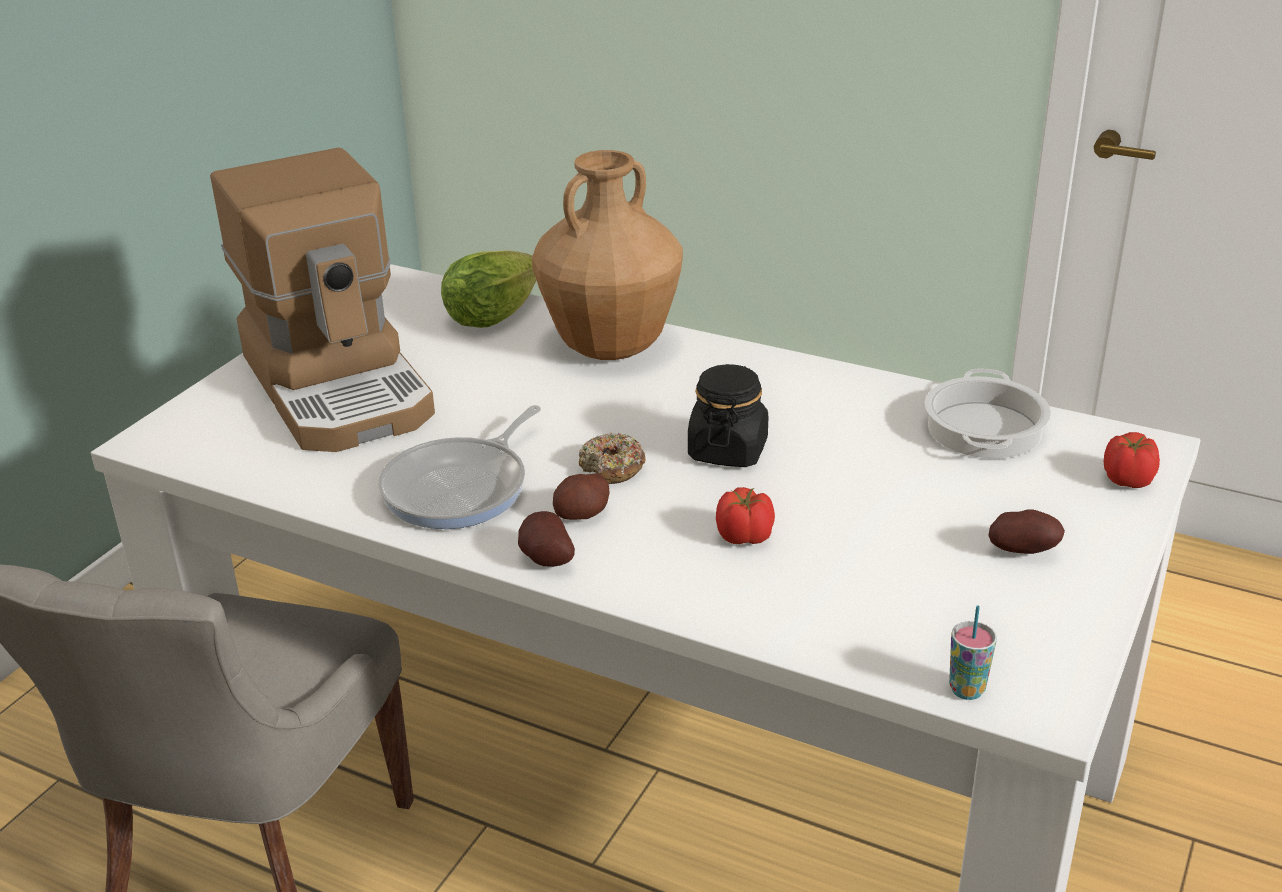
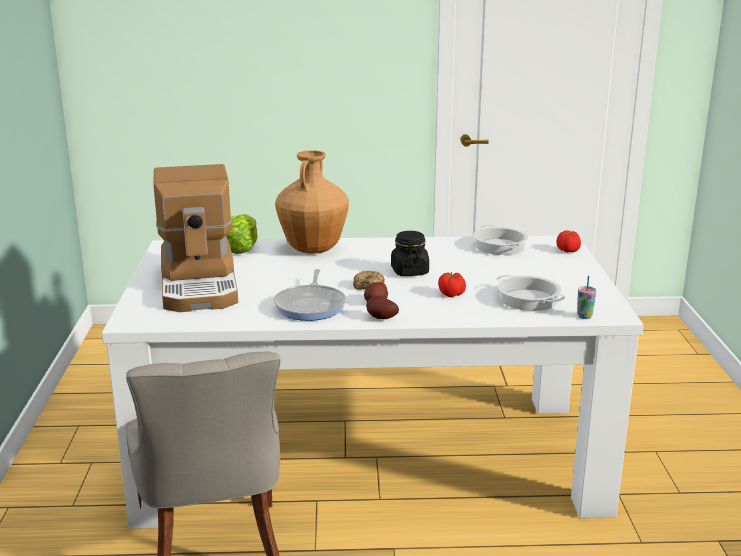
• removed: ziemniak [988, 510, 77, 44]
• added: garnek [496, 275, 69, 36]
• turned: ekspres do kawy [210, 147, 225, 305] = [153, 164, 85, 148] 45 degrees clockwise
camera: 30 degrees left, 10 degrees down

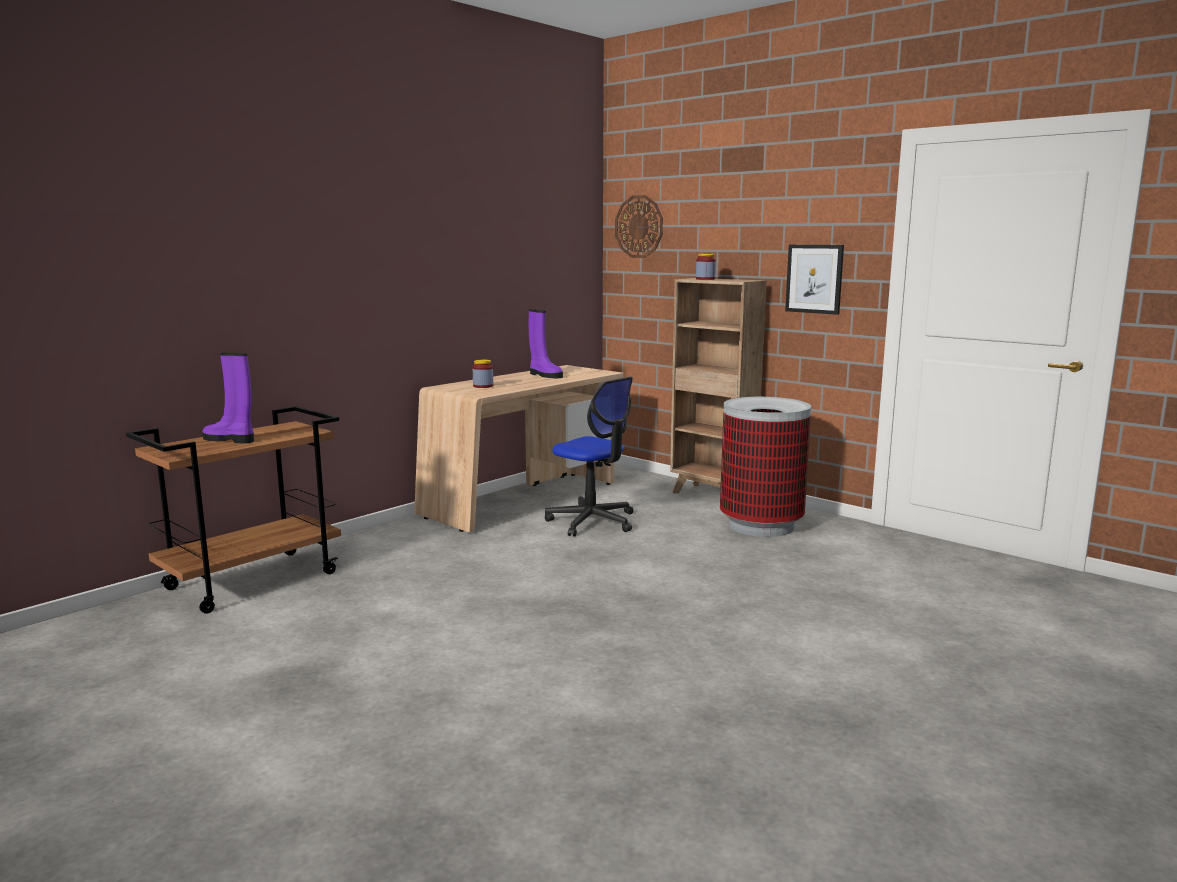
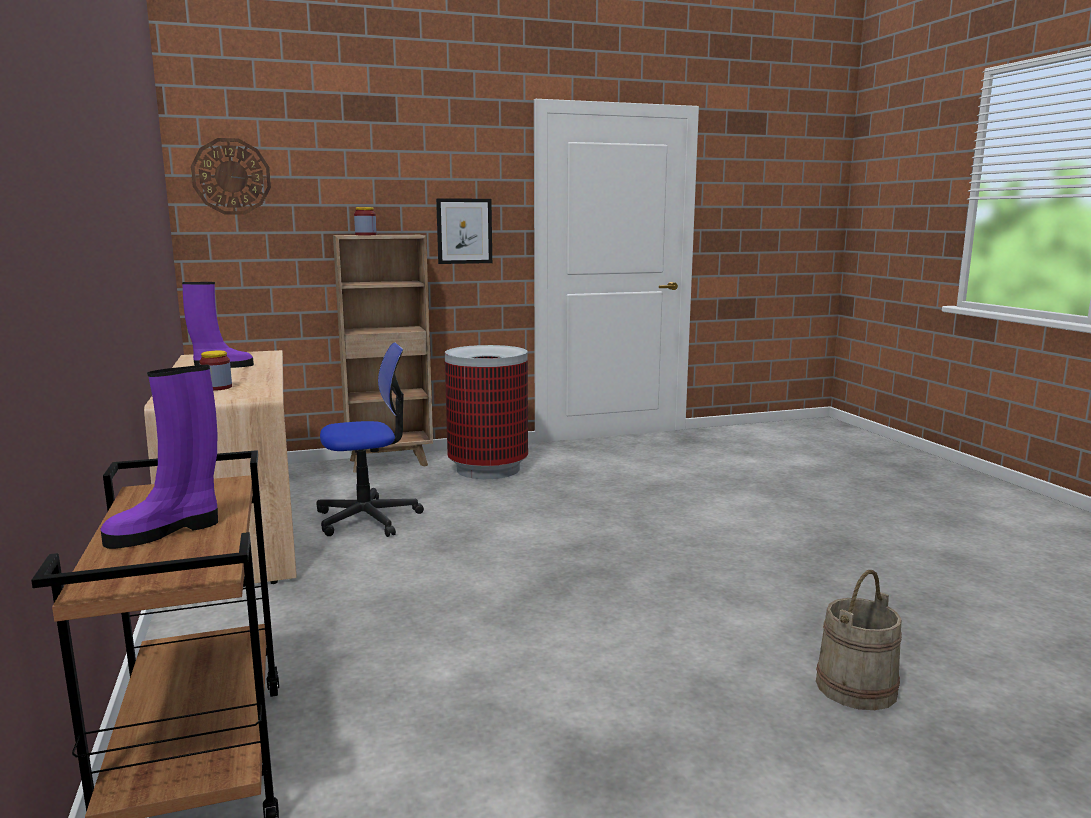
• added: wiadro (beżowy) [816, 570, 86, 140]
camera: 60 degrees left, 0 degrees up

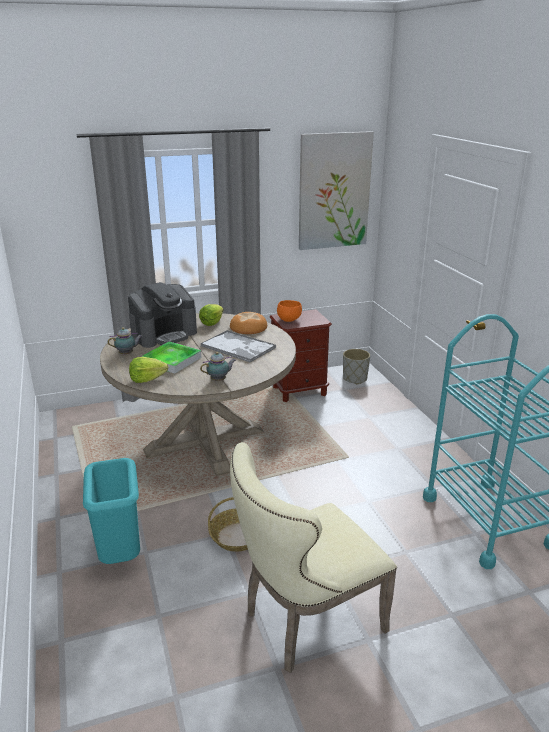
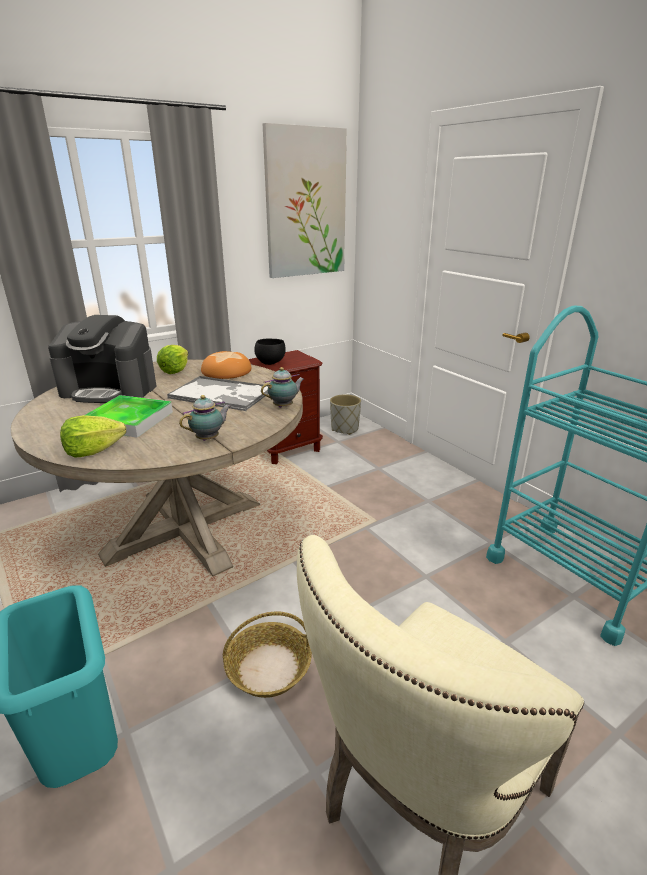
• moved: imbryk [108, 327, 34, 28] to [261, 367, 43, 41]
• recoloured: miska (pomarańczowy) [277, 300, 25, 22] to miska (czarny) [254, 339, 32, 26]
• turned: ekspres do kawy [128, 282, 69, 66] = [48, 315, 108, 88] 60 degrees clockwise
camera: 15 degrees left, 0 degrees up

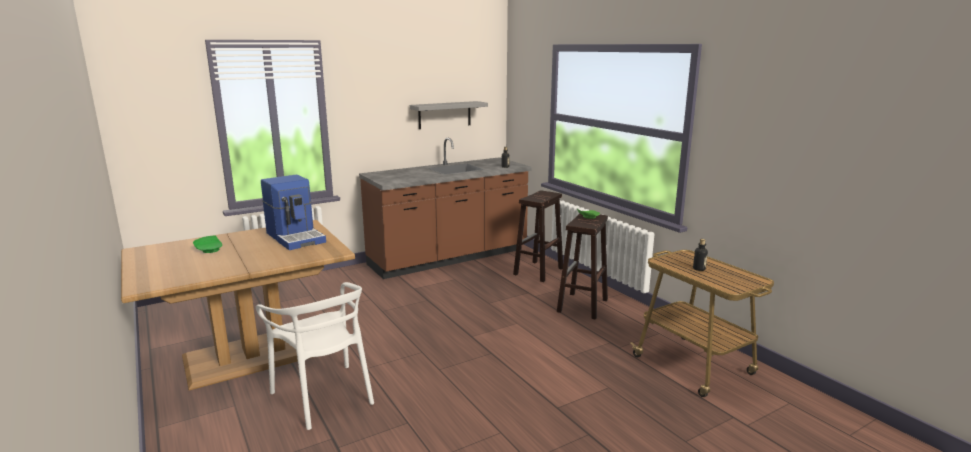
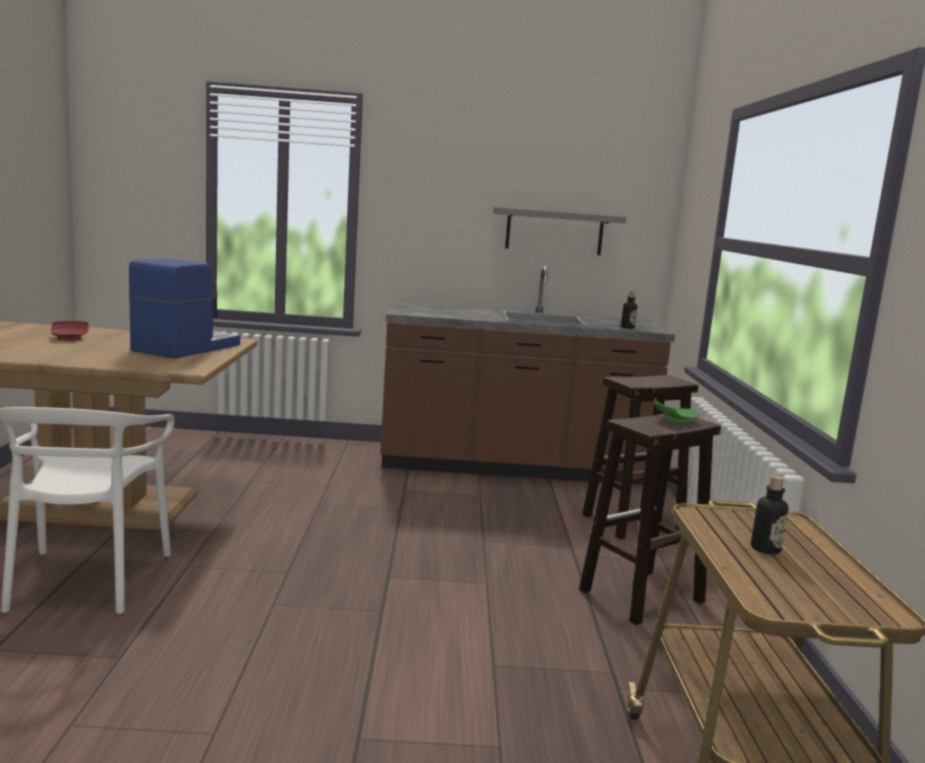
• recoloured: talerz (zielony) [193, 236, 29, 17] to talerz (czerwony) [51, 321, 38, 20]
• turned: ekspres do kawy [261, 175, 65, 75] = [129, 258, 111, 101] 150 degrees counterclockwise
camera: 30 degrees right, 5 degrees down

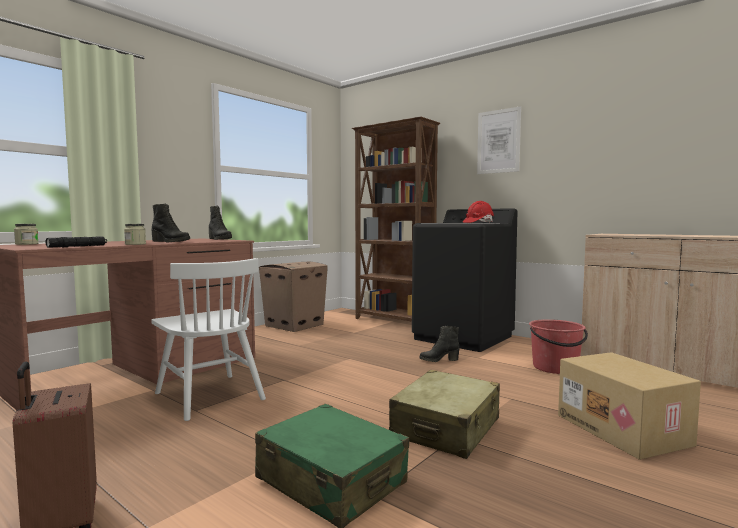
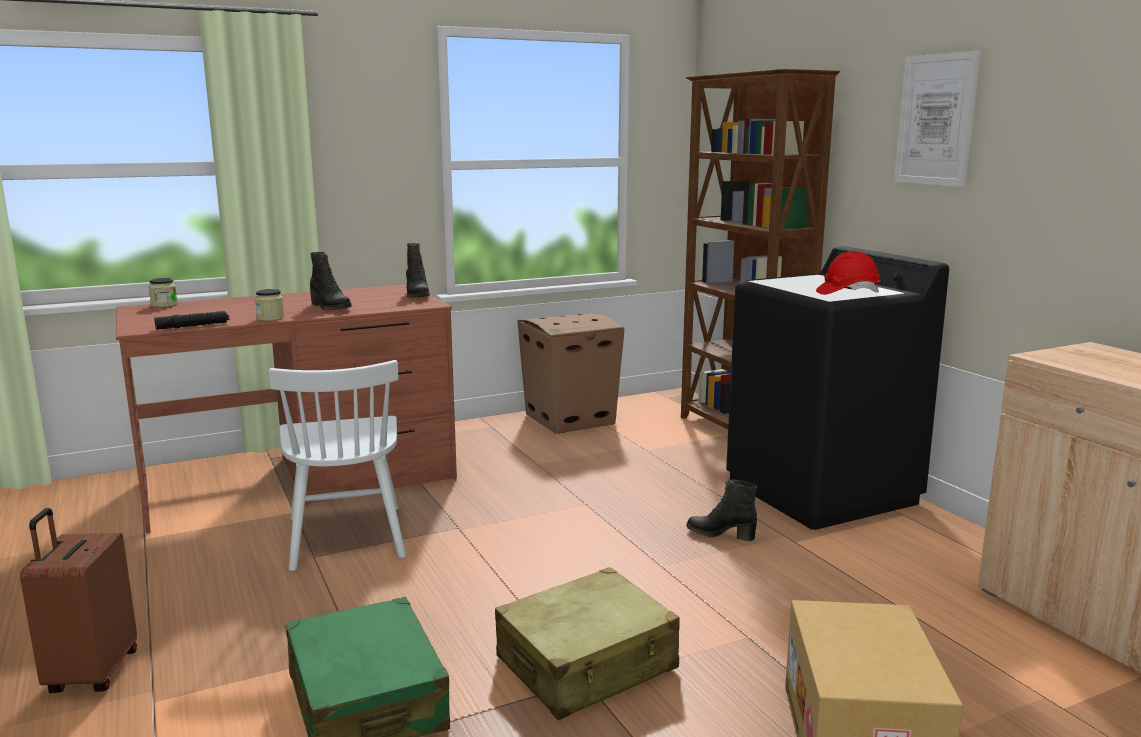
• removed: wiadro (czerwony) [529, 319, 59, 55]
camera: 25 degrees right, 10 degrees up

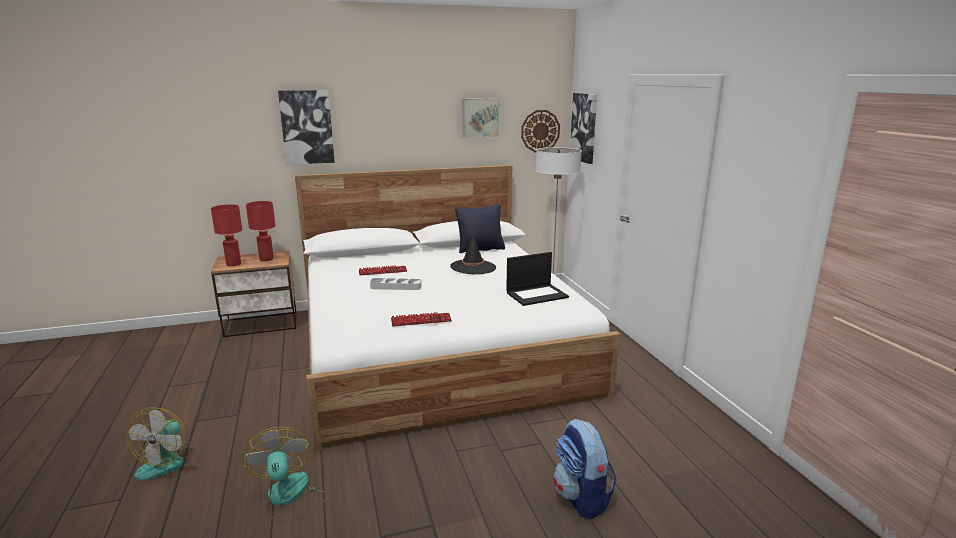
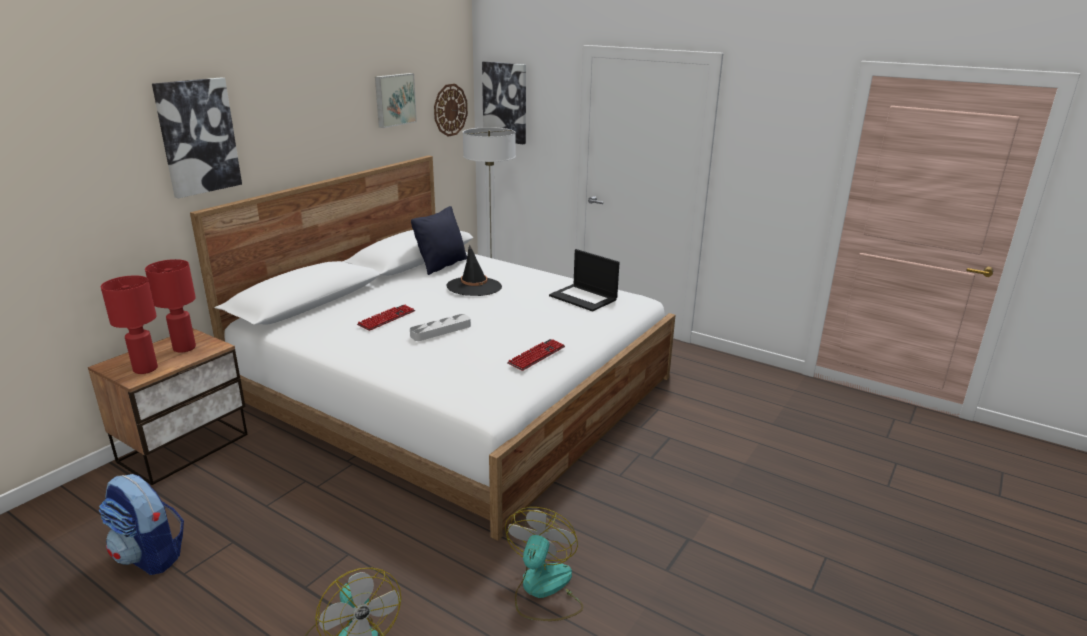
• moved: plecak [553, 419, 64, 100] to [99, 474, 85, 101]
• turned: wentylator [242, 427, 87, 95] = [505, 507, 78, 114] 75 degrees clockwise
• turned: laptop [506, 252, 63, 54] = [549, 249, 71, 63] 105 degrees clockwise
camera: 40 degrees left, 5 degrees up

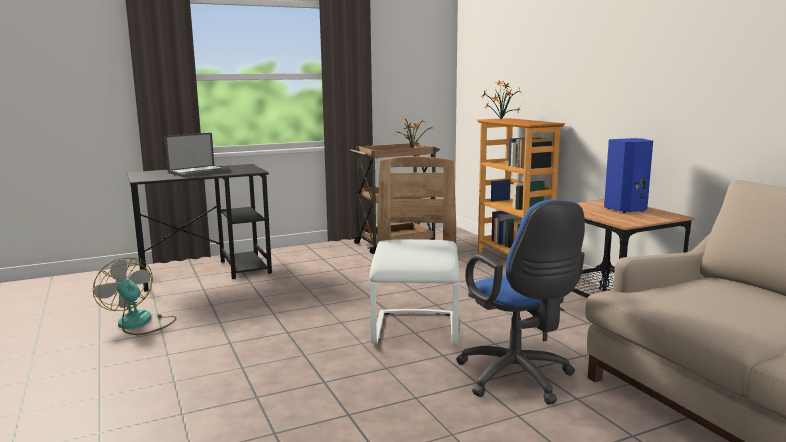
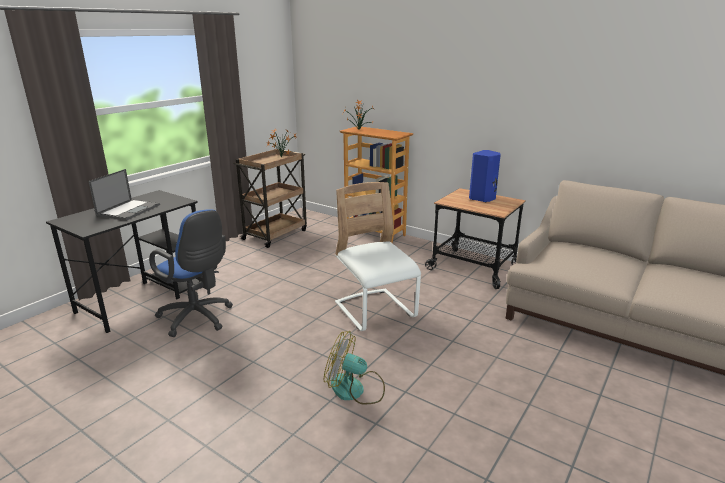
• moved: wentylator [93, 258, 84, 77] to [324, 331, 61, 74]
• moved: krzesło biurowe (niebieski) [456, 199, 129, 206] to [149, 209, 84, 128]
camera: 30 degrees left, 10 degrees up

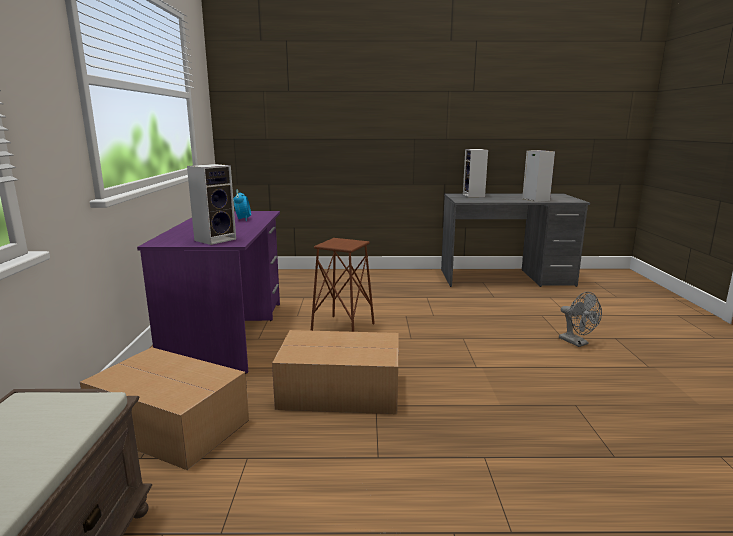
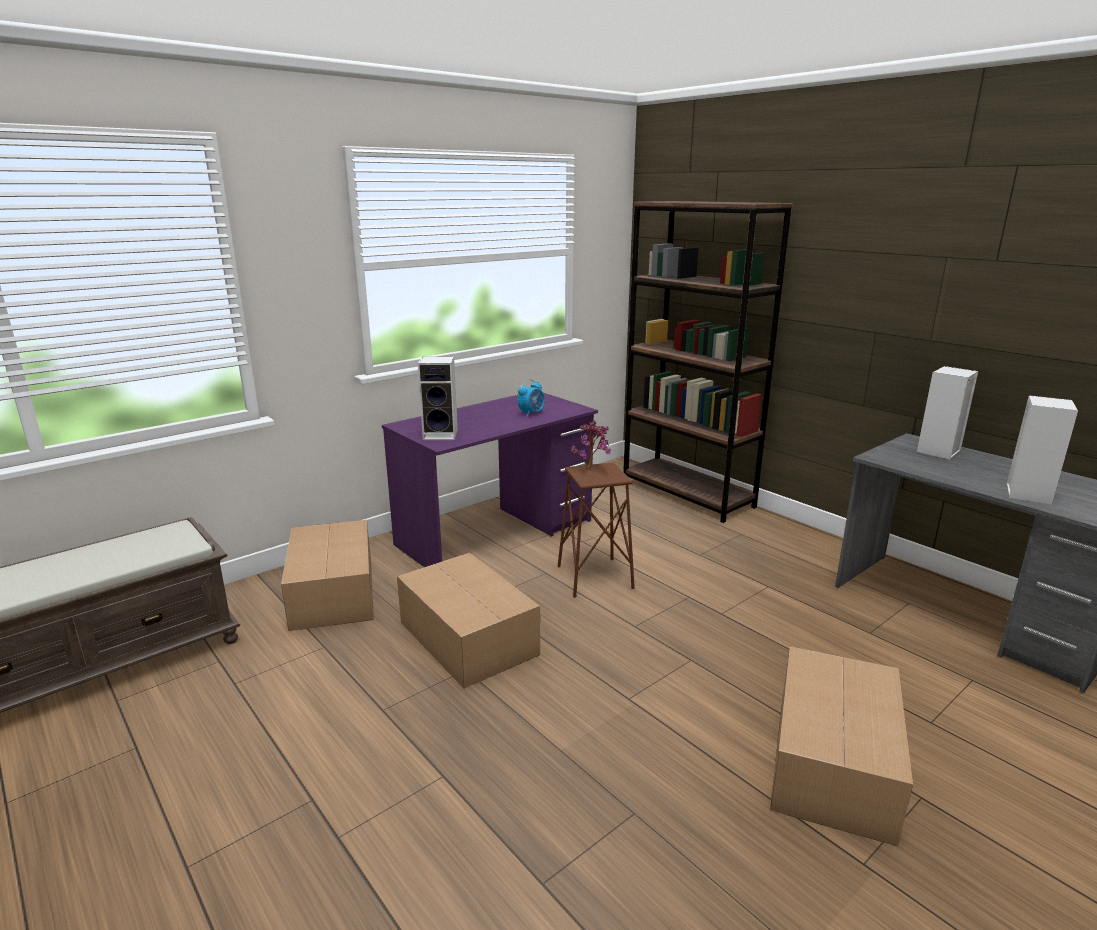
• added: roślina doniczkowa [570, 420, 41, 50]
• added: regał (brązowy) [623, 201, 170, 322]
• replaced: wentylator (szary) [559, 292, 43, 55] to karton [770, 646, 143, 200]
camera: 50 degrees right, 5 degrees up

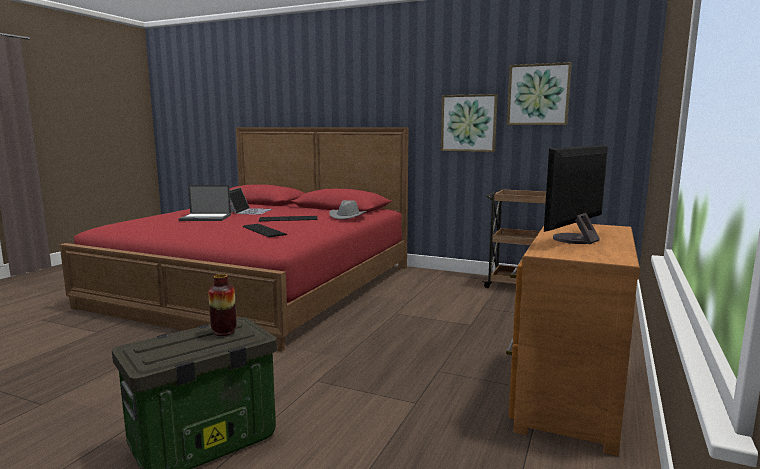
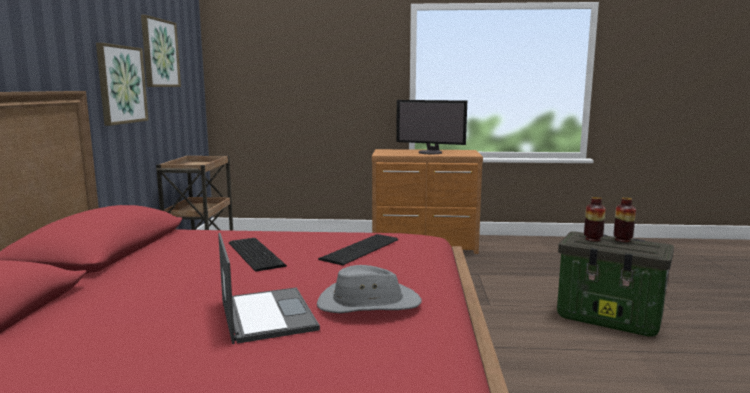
• removed: laptop [230, 187, 42, 28]
• added: wazon [614, 197, 22, 45]
• moved: kapelusz (szary) [329, 200, 38, 19] to [317, 265, 105, 48]
camera: 110 degrees left, 0 degrees up

